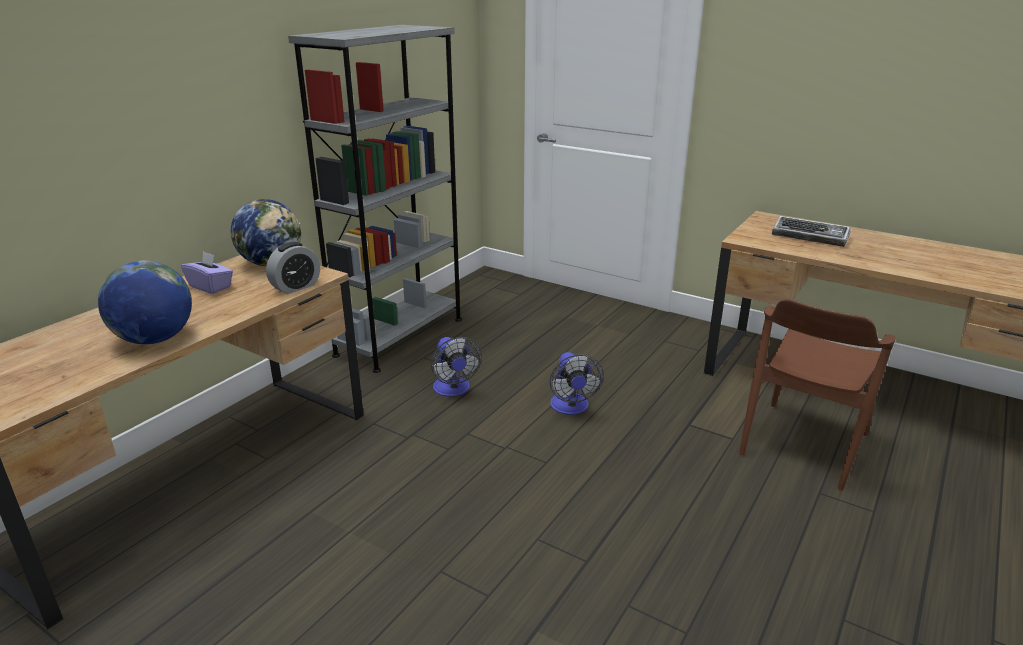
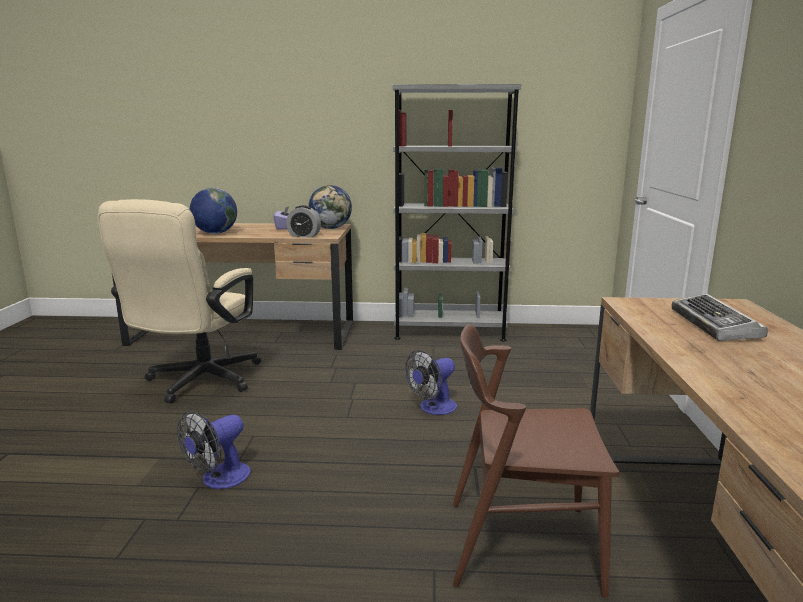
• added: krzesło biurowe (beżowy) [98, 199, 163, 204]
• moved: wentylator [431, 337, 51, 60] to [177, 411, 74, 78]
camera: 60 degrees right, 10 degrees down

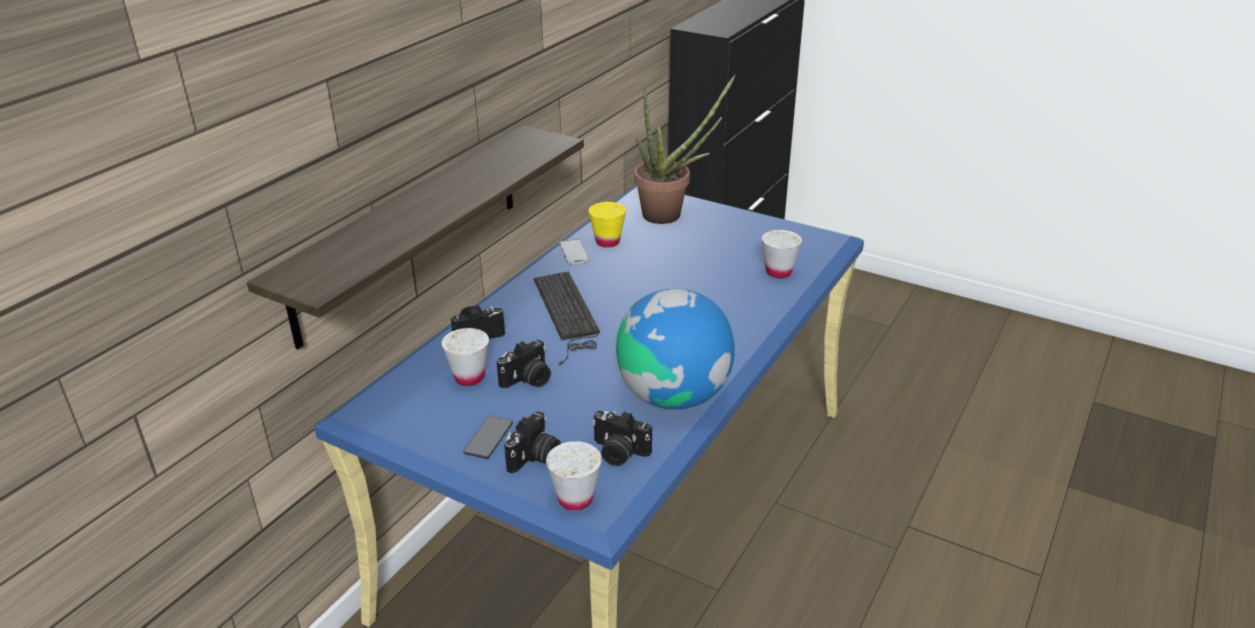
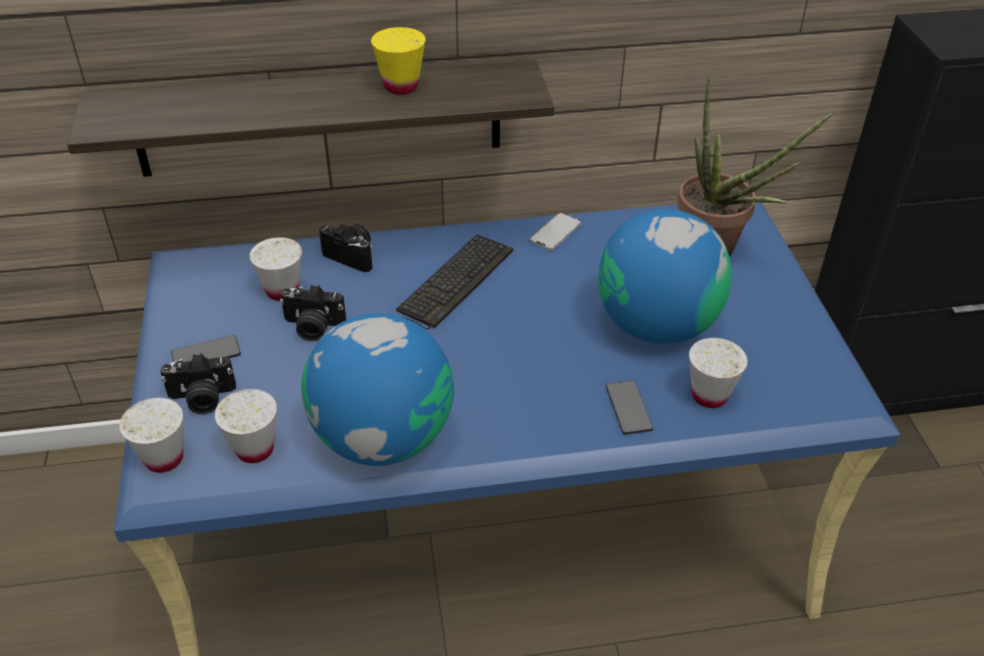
• added: globus [598, 209, 133, 135]
• added: telefon [606, 380, 47, 54]
• moved: filiżanka (żółty) [588, 202, 38, 46] to [371, 27, 55, 68]
• replaced: aparat fotograficzny [592, 411, 60, 55] to filiżanka (biały) [215, 389, 62, 74]
camera: 50 degrees right, 10 degrees up

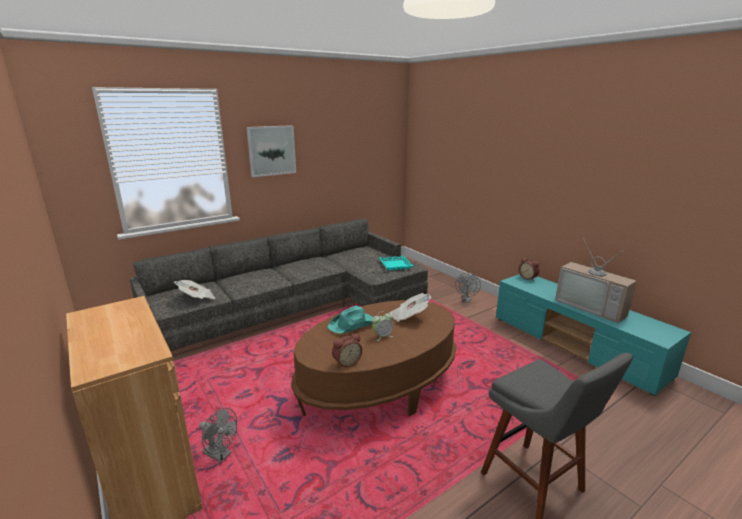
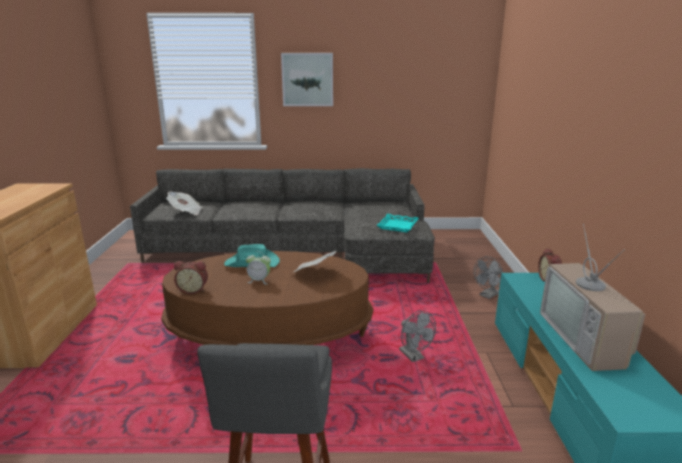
• moved: wentylator (szary) [199, 408, 38, 54] to [399, 311, 37, 51]
camera: 35 degrees right, 0 degrees up

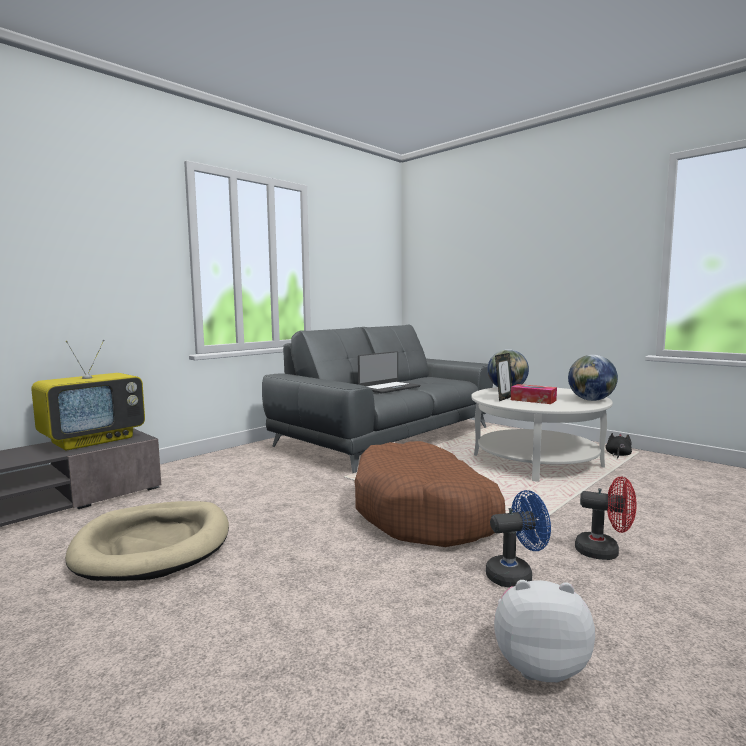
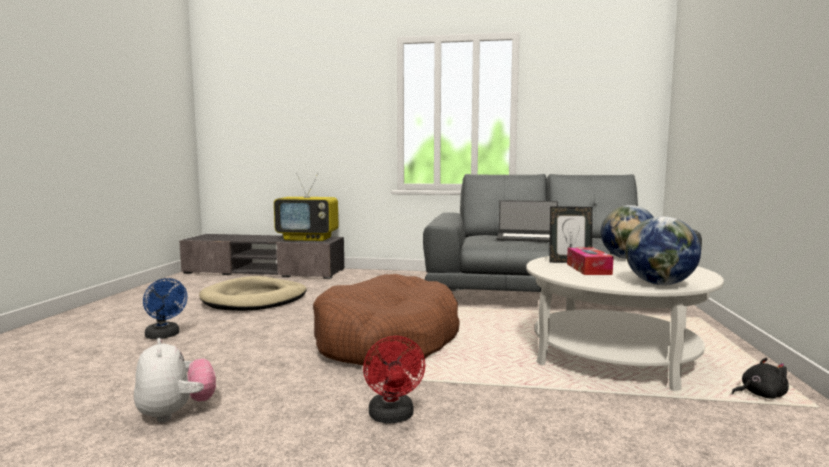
• moved: wentylator (niebieski) [486, 490, 65, 98] to [143, 278, 44, 61]
camera: 55 degrees right, 0 degrees up

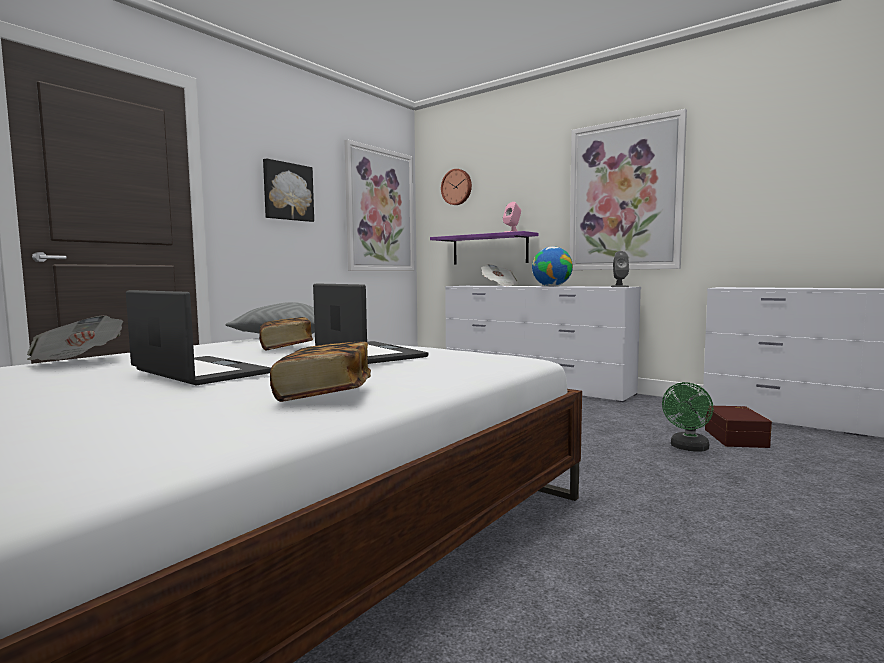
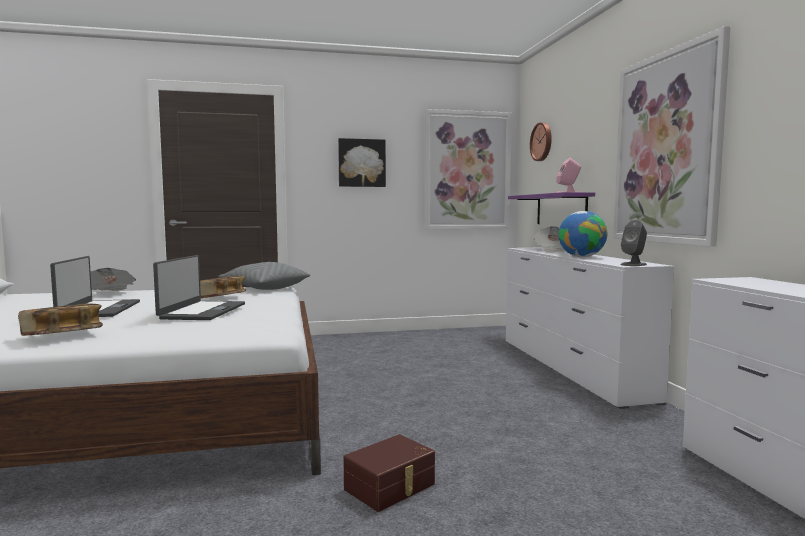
• removed: wentylator (zielony) [662, 382, 51, 70]
• moved: pojemnik do przechowywania (brązowy) [705, 406, 67, 42] to [344, 434, 91, 78]
camera: 40 degrees right, 0 degrees up

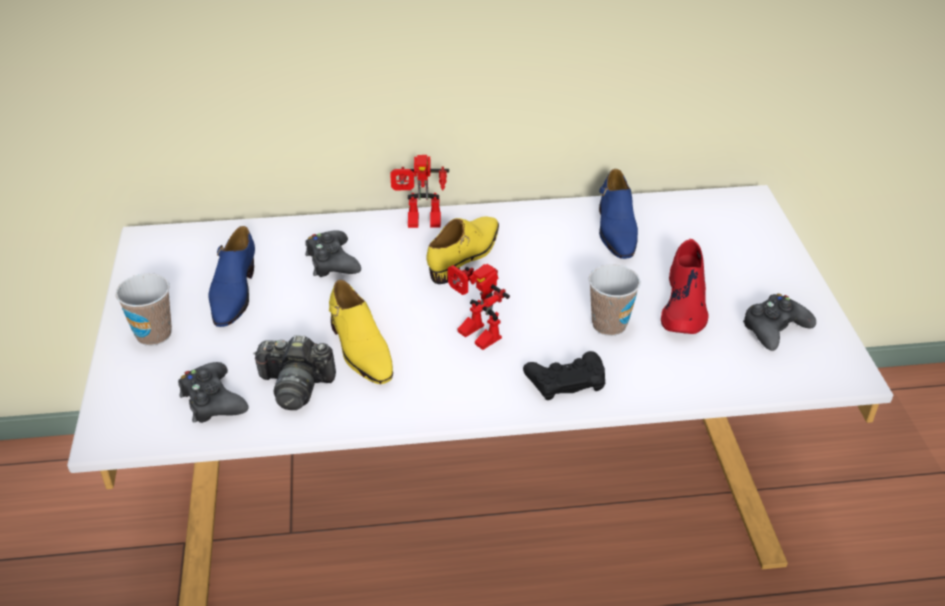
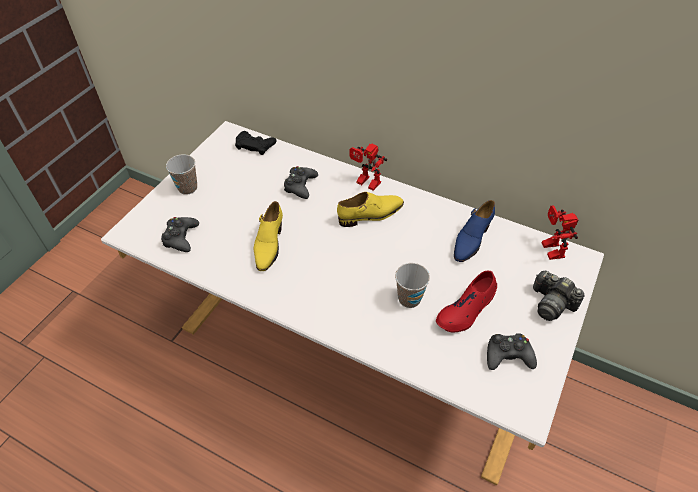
• removed: but (niebieski) [208, 226, 47, 101]
• moved: aparat fotograficzny [253, 335, 83, 75] to [533, 271, 52, 50]
• moved: robot zabawkowy [448, 264, 62, 86] to [542, 206, 36, 54]
• moved: pad do gier (czarny) [523, 351, 82, 49] to [235, 131, 41, 24]
camera: 35 degrees right, 10 degrees up

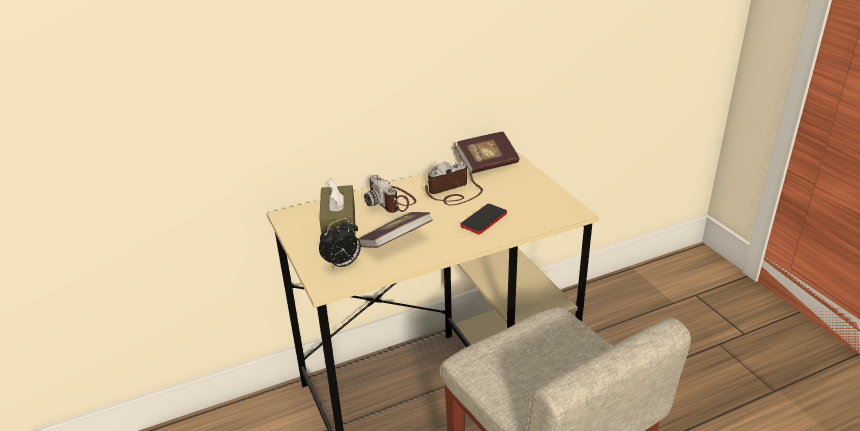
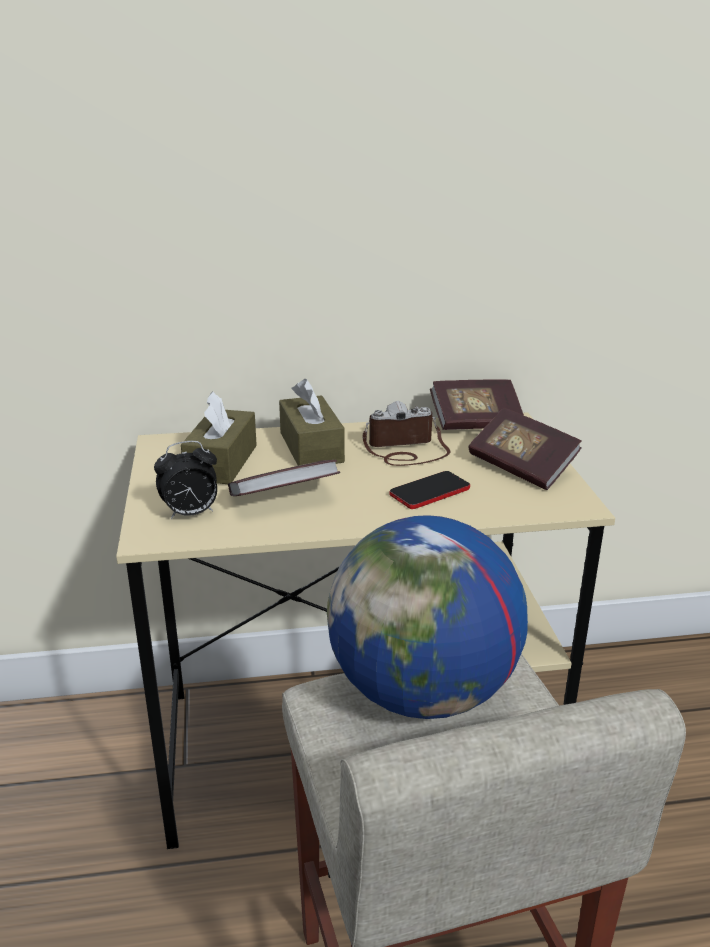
• added: globus [327, 515, 201, 204]
• added: książka [468, 408, 113, 82]
• replaced: aparat fotograficzny [364, 175, 52, 38] to pudełko chusteczek (brązowy) [279, 379, 66, 87]
camera: 15 degrees right, 5 degrees down

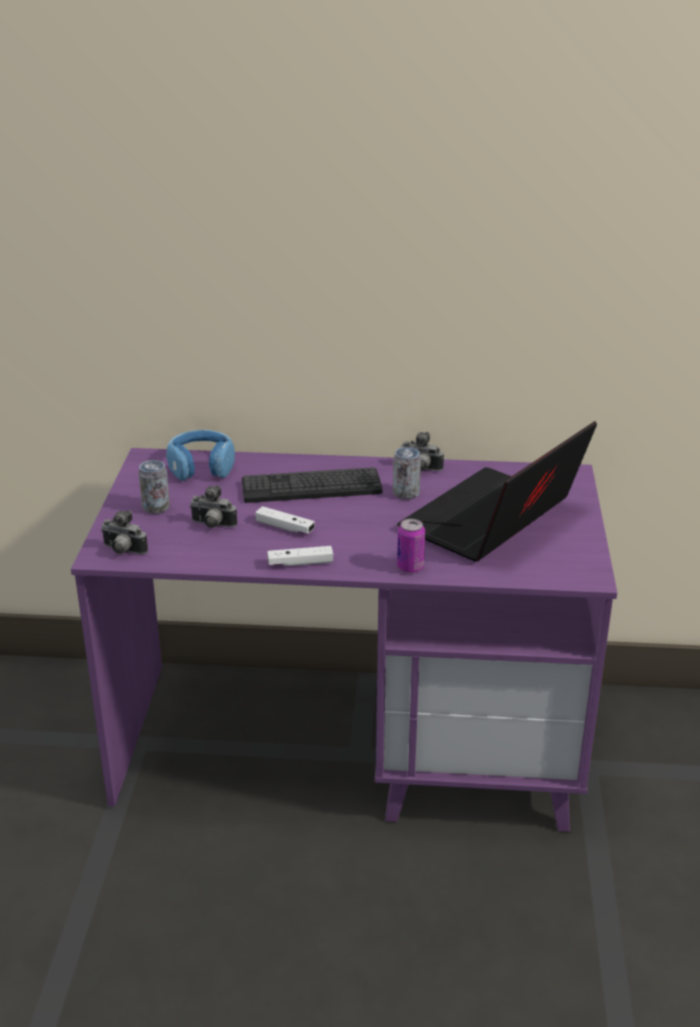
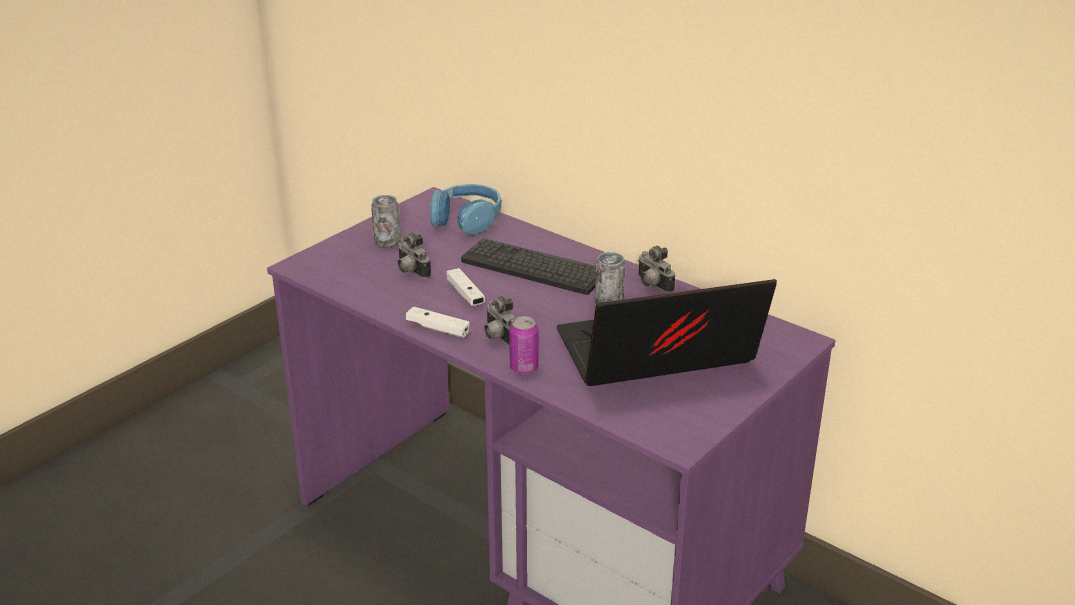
• moved: aparat fotograficzny [101, 510, 47, 44] to [484, 296, 31, 50]
camera: 35 degrees right, 0 degrees up

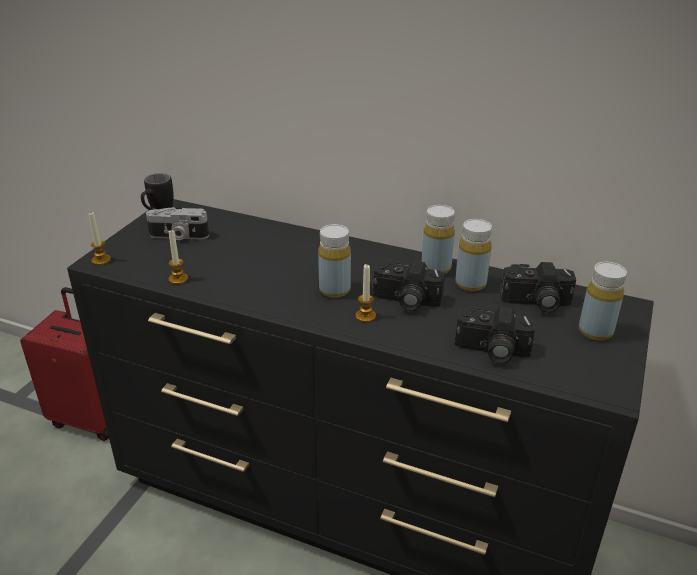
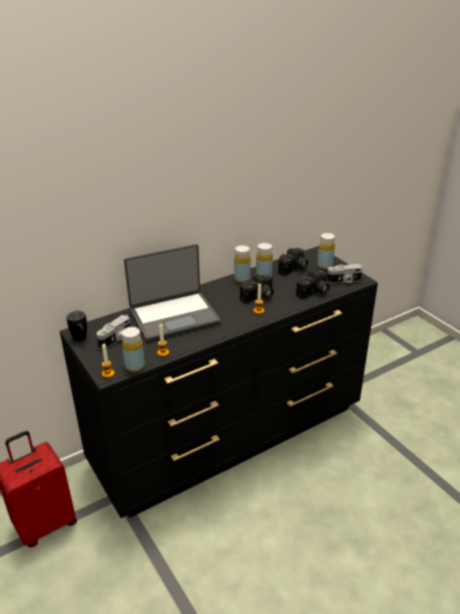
• added: laptop [124, 244, 96, 98]
• added: aparat fotograficzny [327, 264, 35, 20]
• moved: butelka (żółty) [318, 224, 33, 74] to [122, 327, 23, 45]
camera: 55 degrees left, 0 degrees up

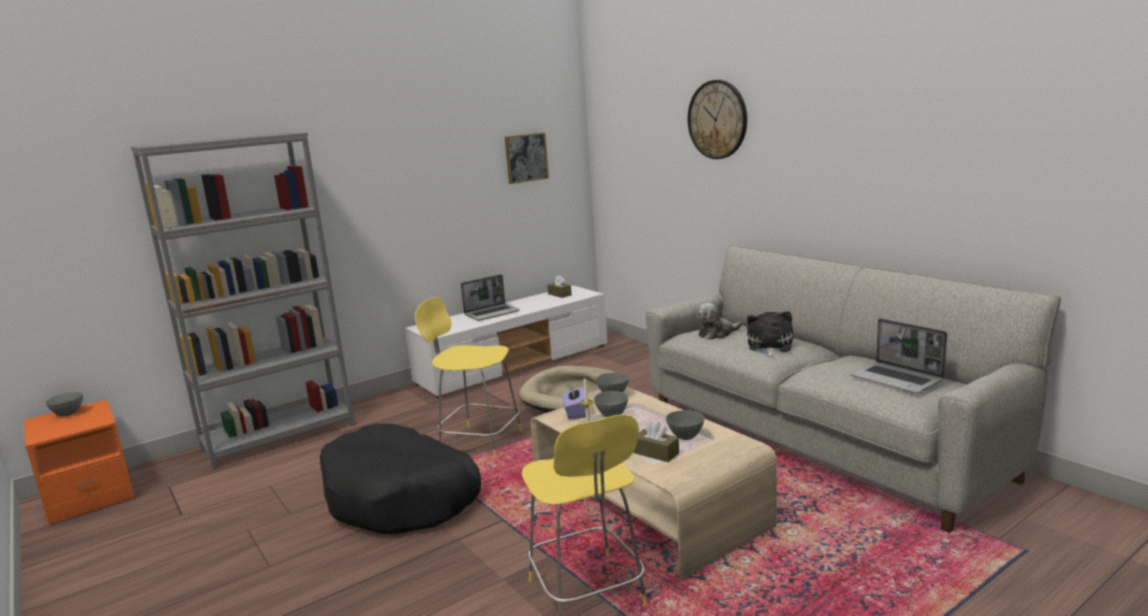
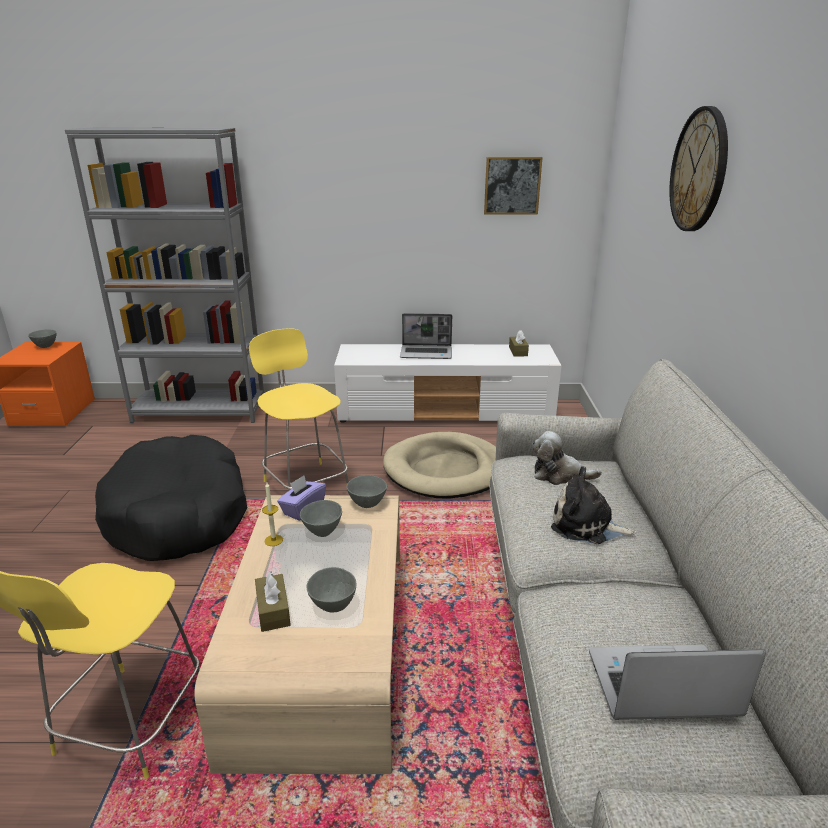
• turned: pluszak [747, 311, 46, 47] = [551, 467, 86, 77] 120 degrees counterclockwise
• turned: laptop [850, 318, 97, 75] = [589, 645, 177, 75] 90 degrees clockwise
camera: 35 degrees right, 10 degrees up

